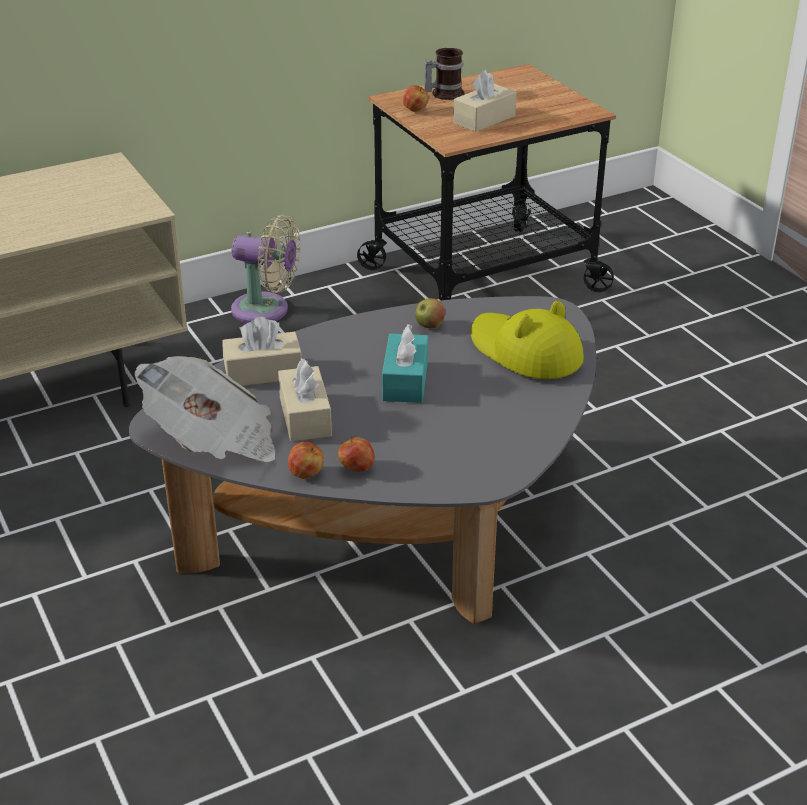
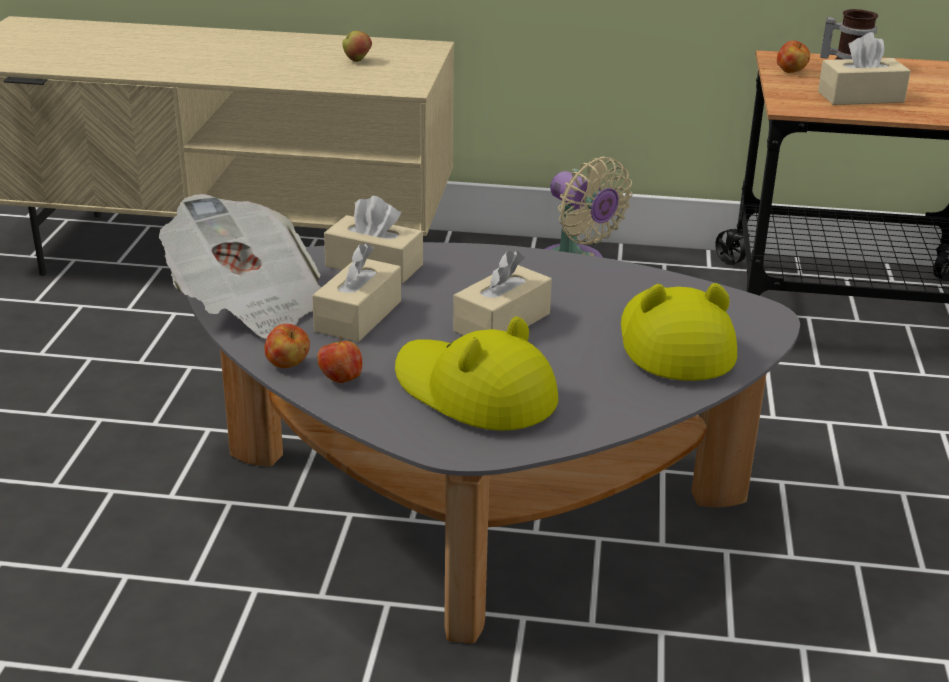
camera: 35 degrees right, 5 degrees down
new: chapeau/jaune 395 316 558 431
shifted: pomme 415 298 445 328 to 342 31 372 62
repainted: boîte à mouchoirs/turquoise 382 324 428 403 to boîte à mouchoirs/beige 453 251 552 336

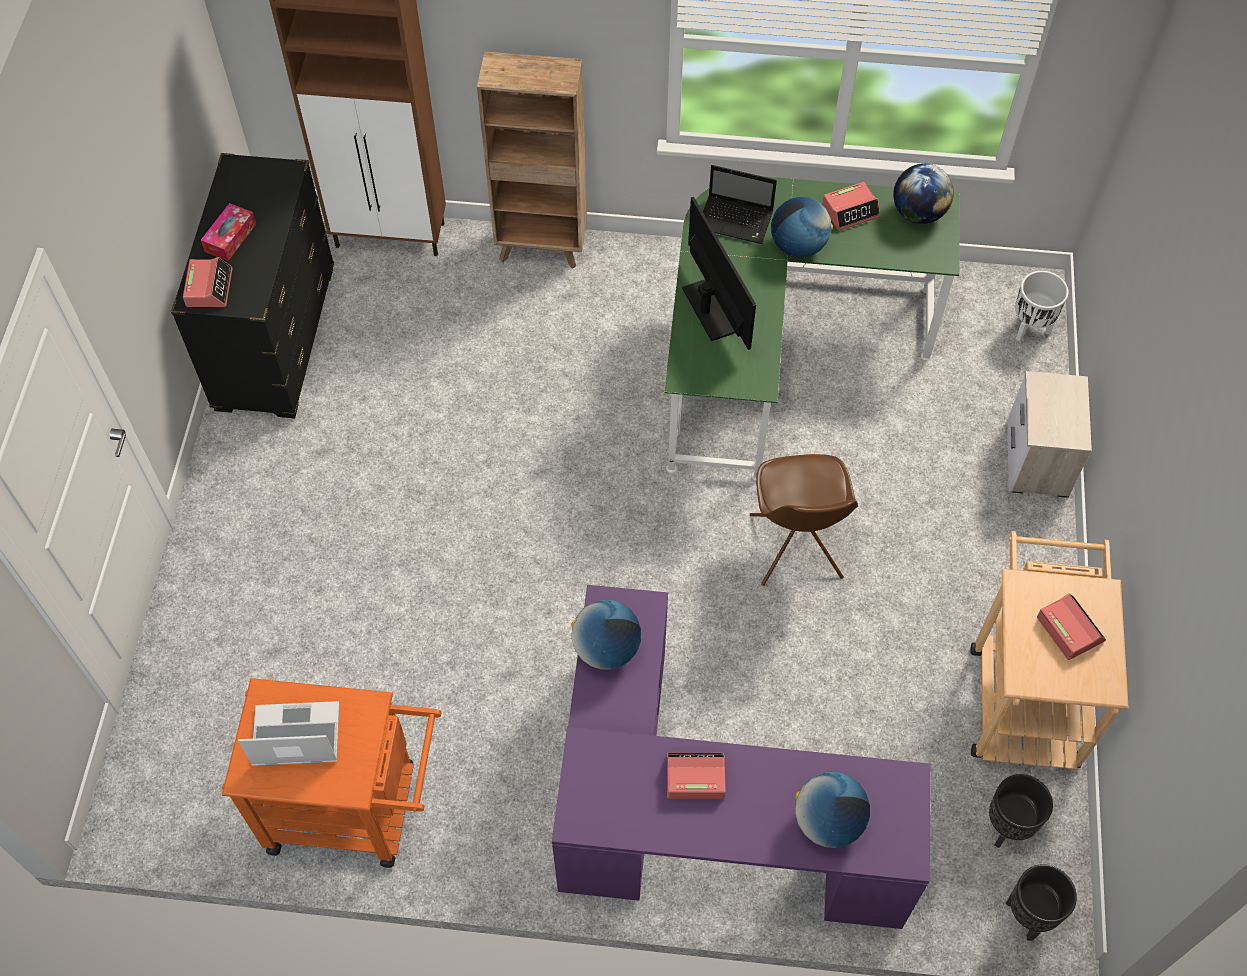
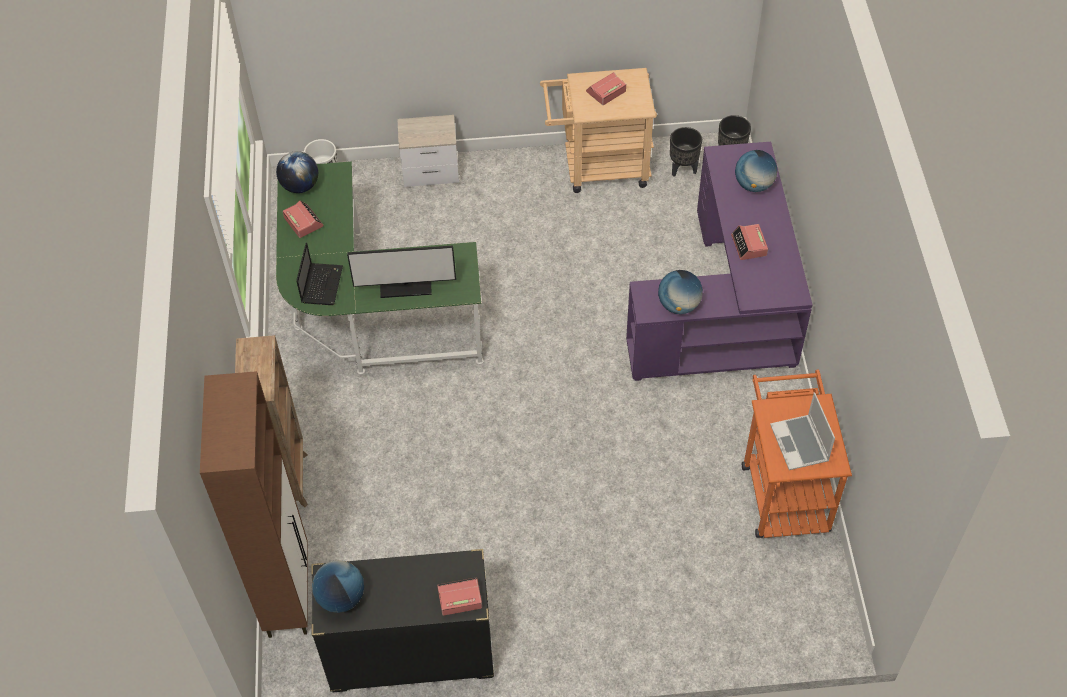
camera: 100 degrees left, 5 degrees down
gone: boîte à mouchoirs 201 203 256 261; chaise/marron 750 454 858 586
shifted: globe 771 197 833 258 to 312 560 364 613
rotated: écran d'ordinateur 682 196 756 350 = 347 245 456 298 150 degrees counterclockwise

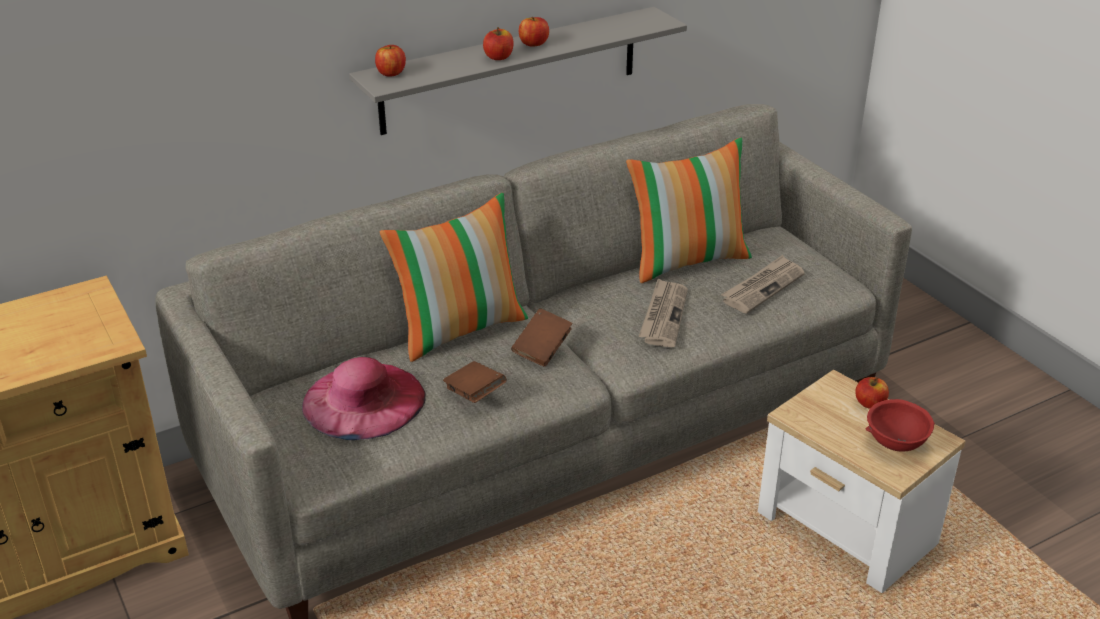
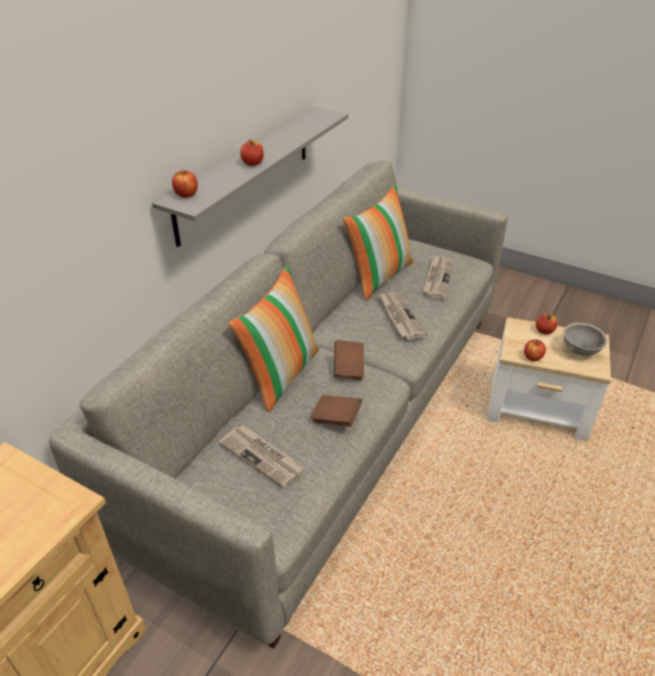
camera: 30 degrees left, 5 degrees up
shifted: pomme 519 17 549 47 to 524 340 546 361
swapped: chapeau/rose 302 357 426 440 to journal 219 425 305 488
repainted: bol/rouge 866 399 935 452 to bol/gris 563 323 607 356

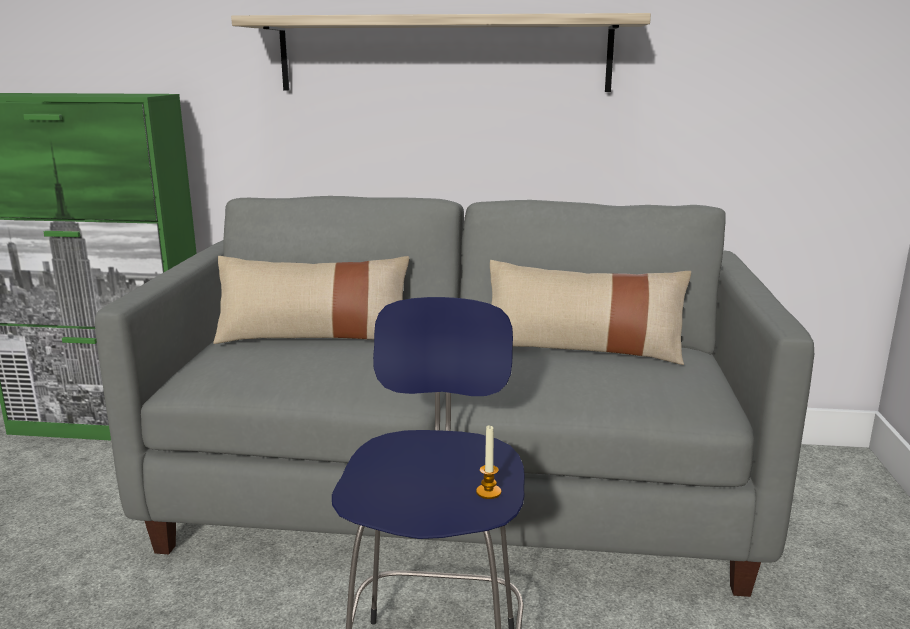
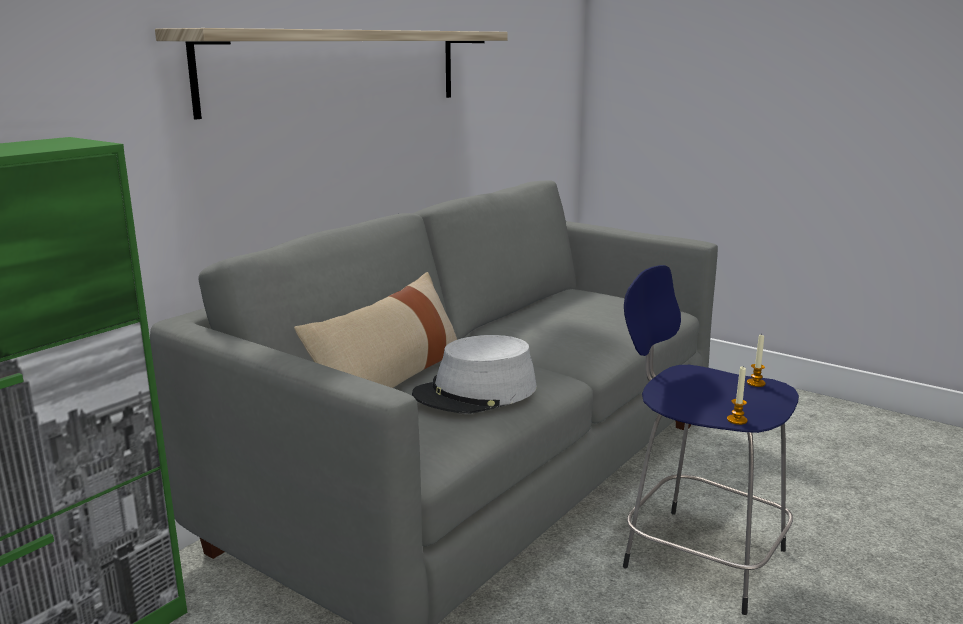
camera: 60 degrees left, 0 degrees up
gone: coussin/beige 490 260 691 365
new: chapeau/gris 412 335 537 414; bougie 727 367 748 425

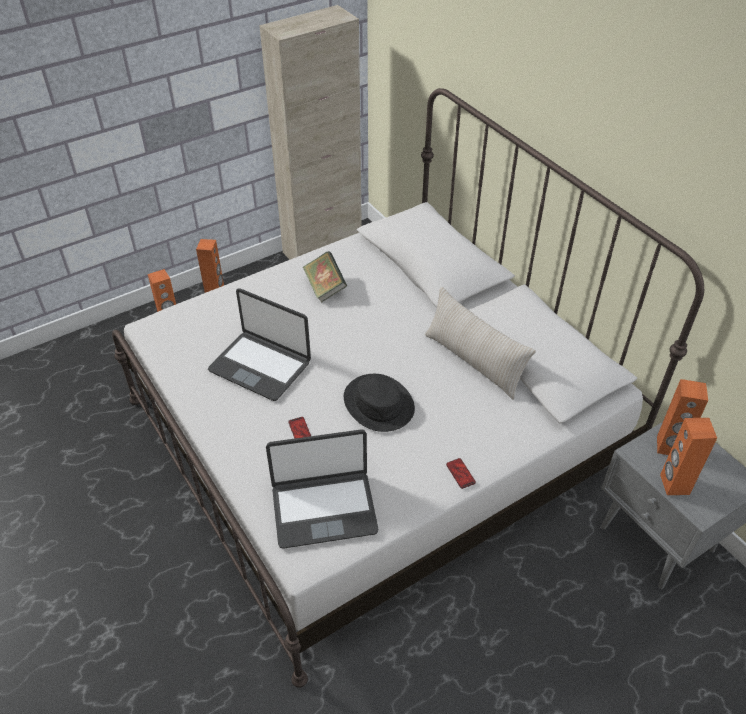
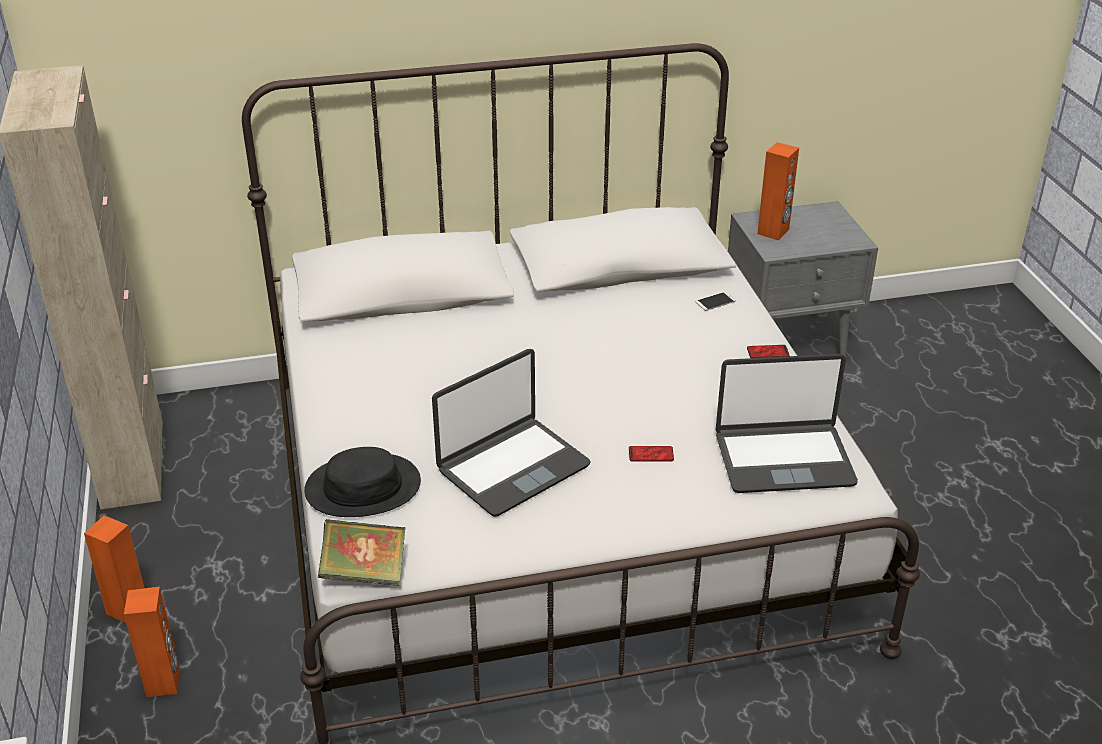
camera: 70 degrees left, 10 degrees down
gone: coussin/beige 425 287 536 400; enceinte/orange 660 418 717 495
new: téléphone 696 292 736 311
shifted: livre 303 251 347 303 to 318 519 406 586; chapeau/noir 344 374 415 432 to 304 447 421 517
rotated: ordinateur portable 266 429 378 549 = 715 354 858 493 75 degrees clockwise

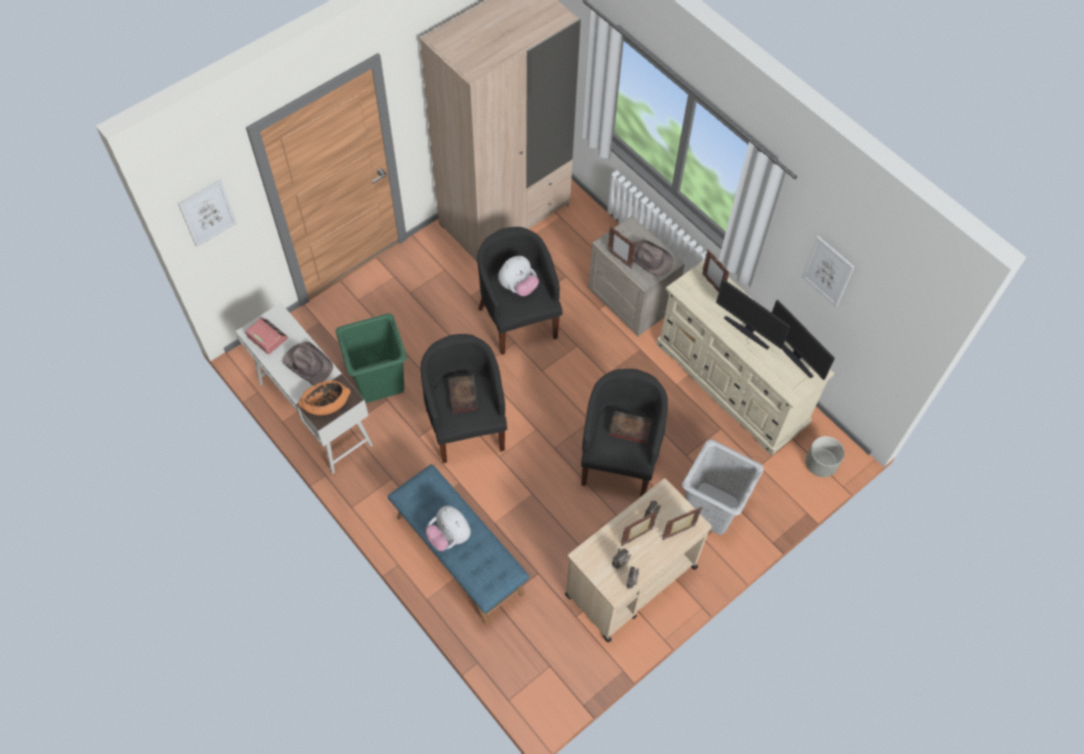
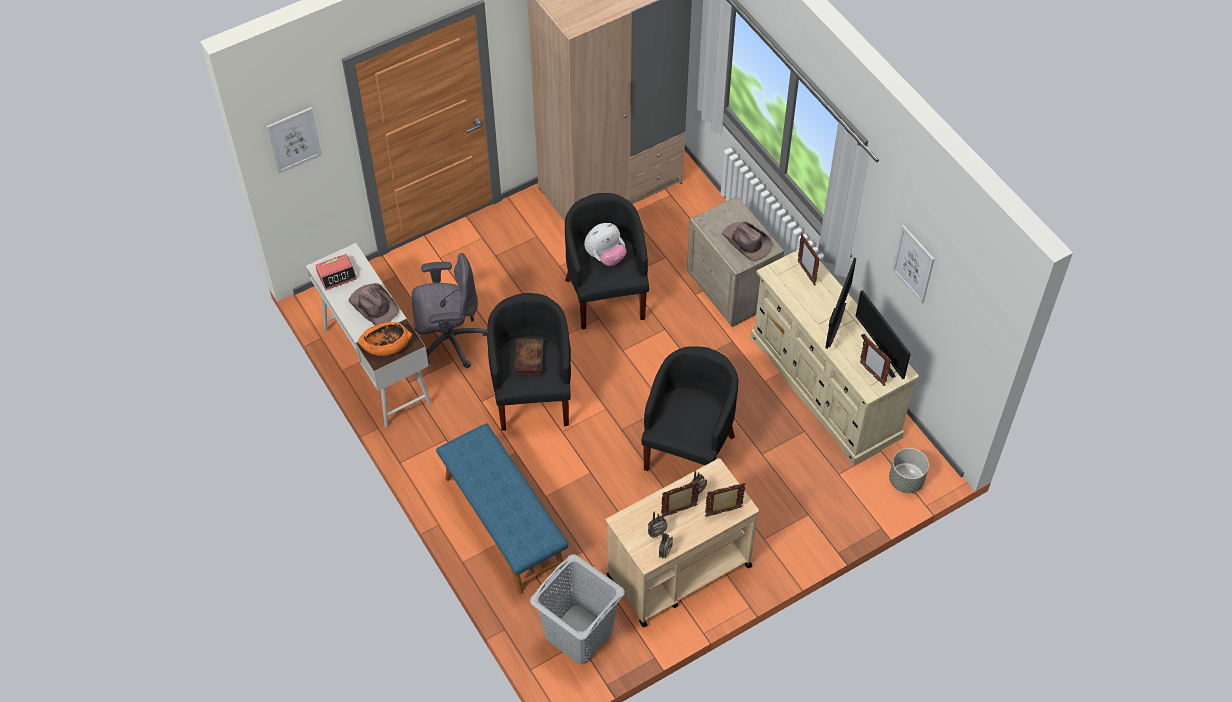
camera: 10 degrees right, 5 degrees down
gone: livre 608 411 652 444; peluche 425 506 471 551
shifted: cadre photo 608 226 635 269 to 860 336 891 386; panier à linge/gris 682 439 764 535 to 530 554 625 665
swapped: panier à linge/vert 335 313 407 403 to chaise de bureau/gris 412 253 487 368
rotated: écran d'ordinateur 716 279 790 349 = 825 258 856 349 120 degrees counterclockwise; réveil 245 317 288 355 = 315 254 357 290 105 degrees clockwise

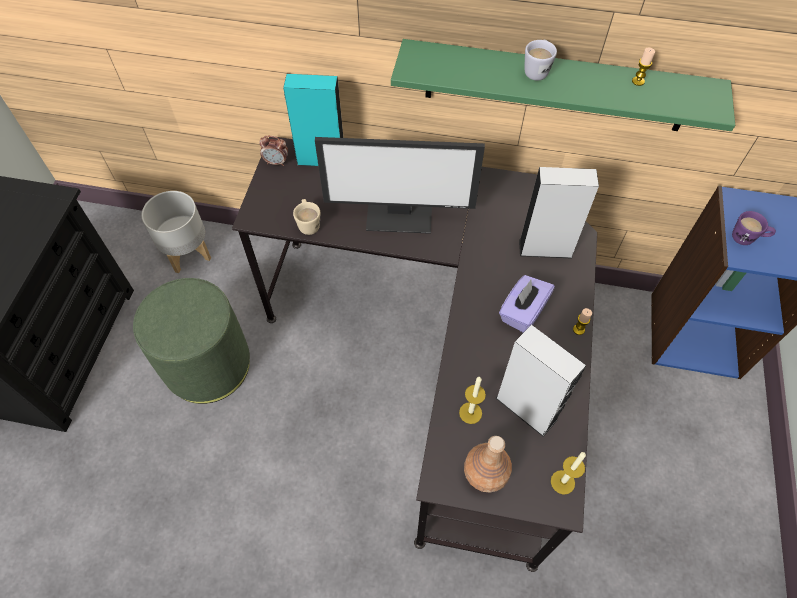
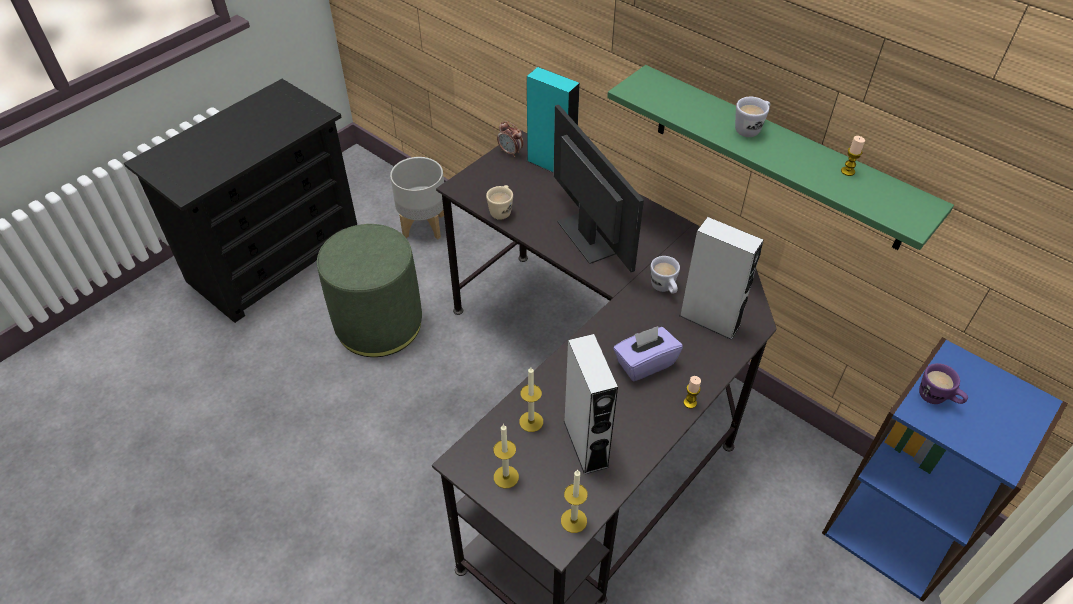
camera: 30 degrees right, 10 degrees down
new: mug/blanc 651 256 680 294
swapped: bouteille/marron 464 436 512 493 to bougie 494 424 519 488
rotated: écran d'ordinateur 315 137 485 234 = 554 105 644 272 150 degrees counterclockwise

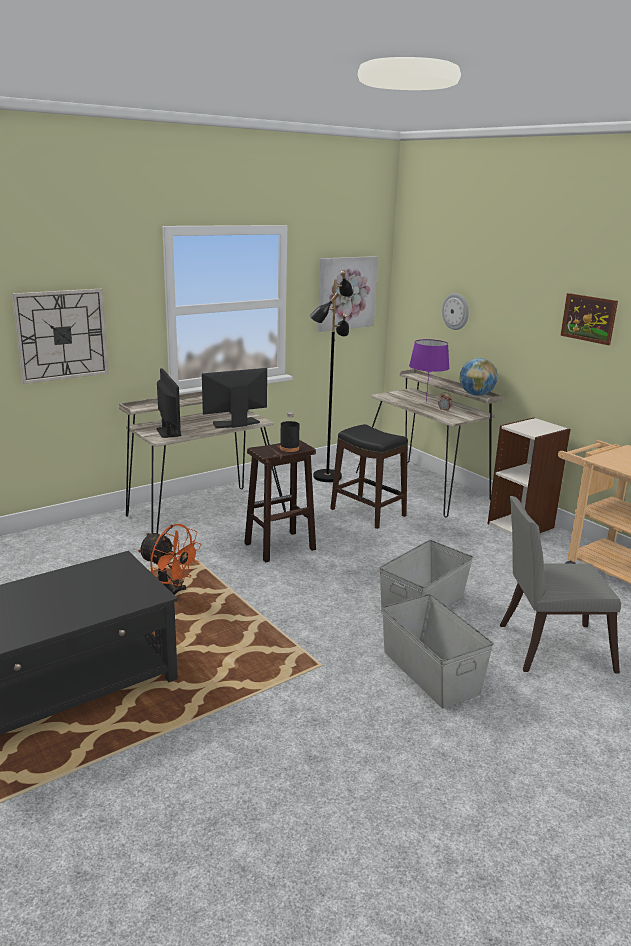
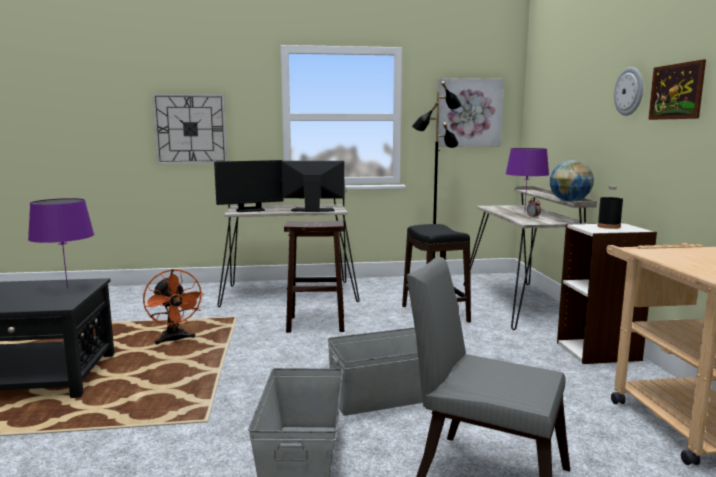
camera: 30 degrees right, 10 degrees down
new: lampe de table/violet 28 198 94 288
shifted: horloge murale 442 293 469 330 to 614 67 643 116; bouteille/noir 280 412 299 452 to 597 186 623 229
rotated: écran d'ordinateur 157 368 181 438 = 214 160 284 212 60 degrees clockwise

